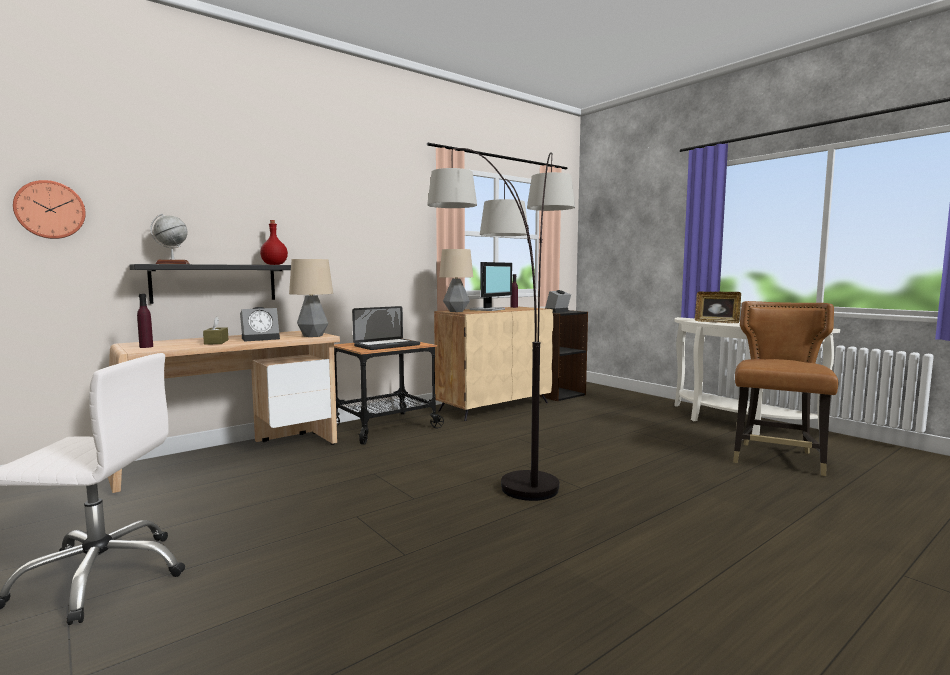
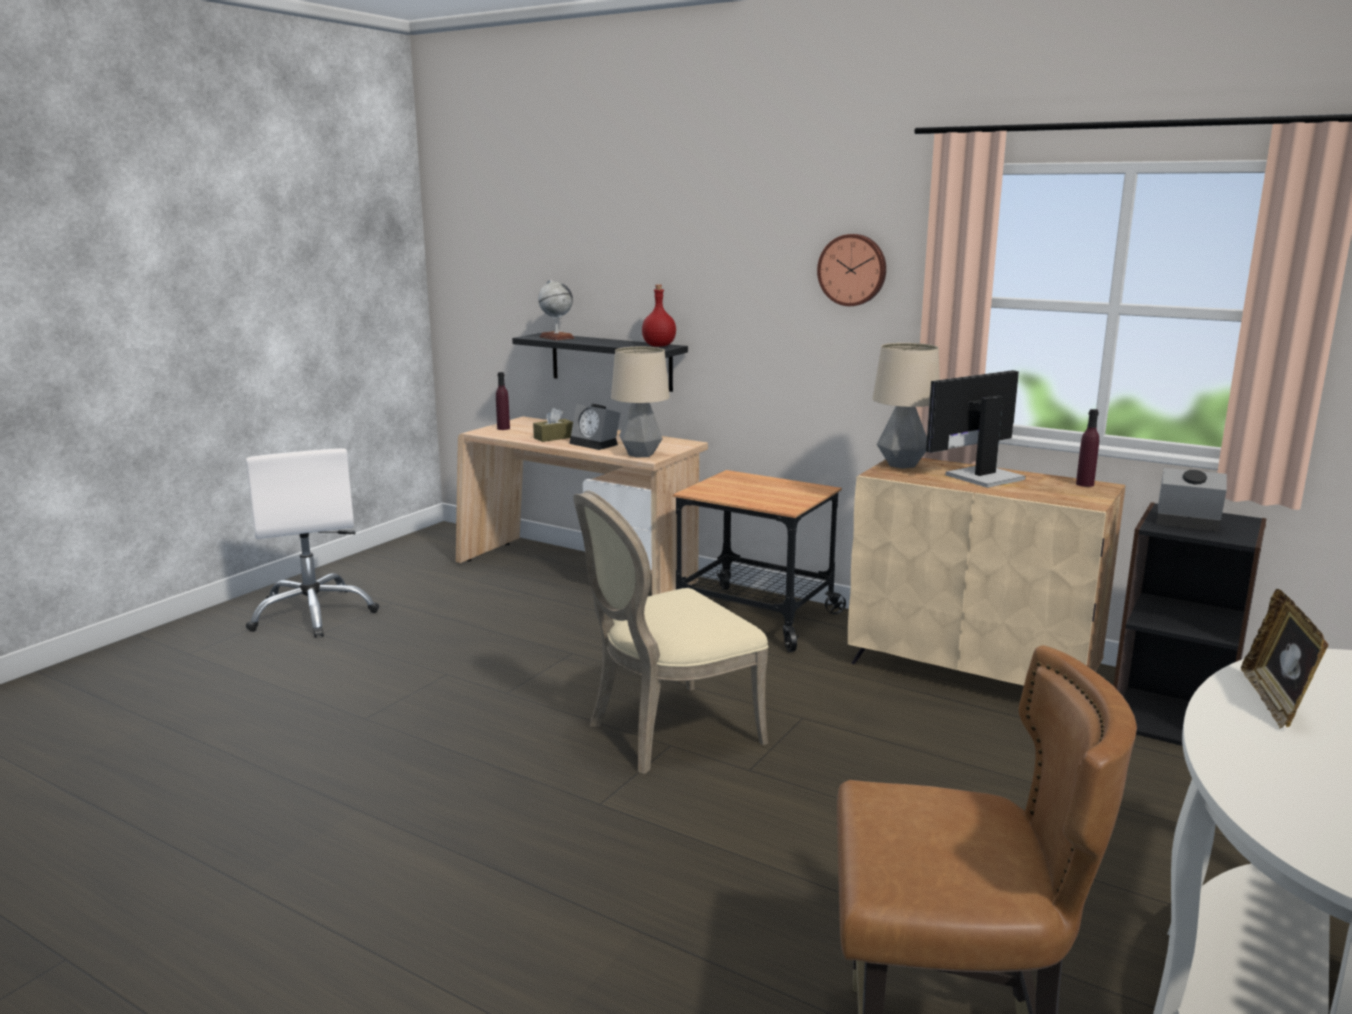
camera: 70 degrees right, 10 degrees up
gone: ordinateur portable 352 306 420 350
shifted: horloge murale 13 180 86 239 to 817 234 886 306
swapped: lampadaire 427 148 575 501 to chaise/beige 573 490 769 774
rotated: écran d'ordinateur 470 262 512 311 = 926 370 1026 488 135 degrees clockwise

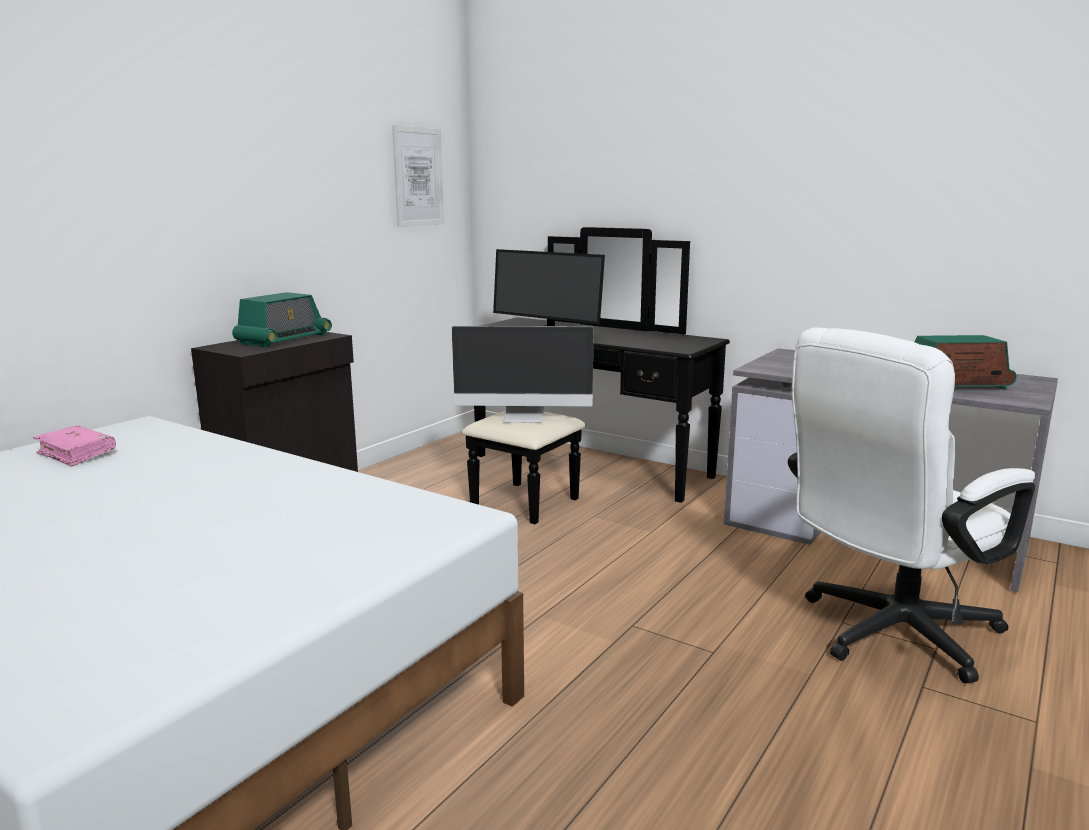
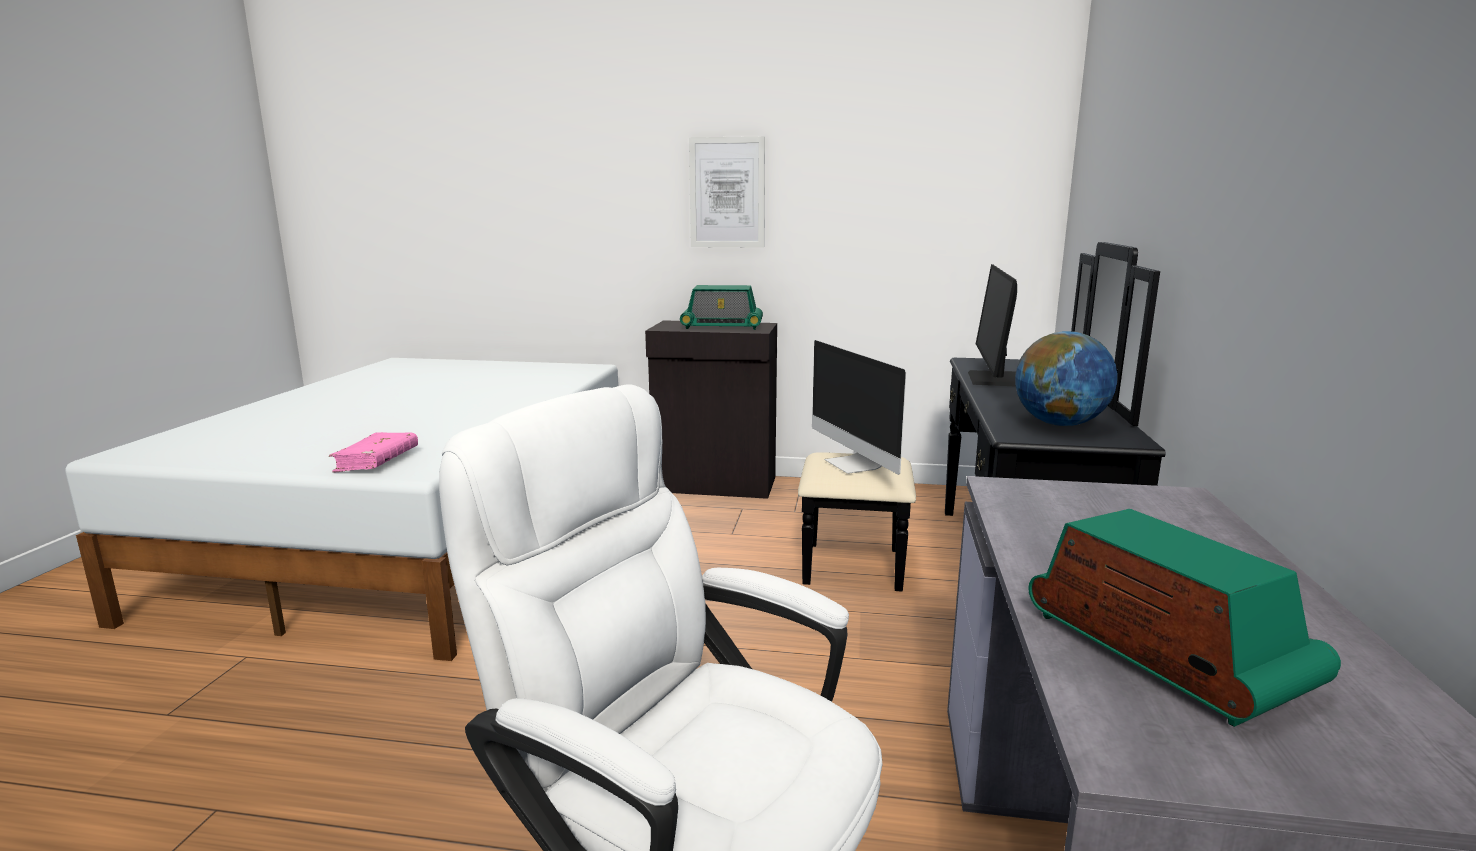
camera: 65 degrees right, 0 degrees up
new: globe 1015 331 1118 426
shifted: tableau 392 125 444 227 to 689 136 765 248; livre/rose 33 425 116 467 to 329 432 418 472

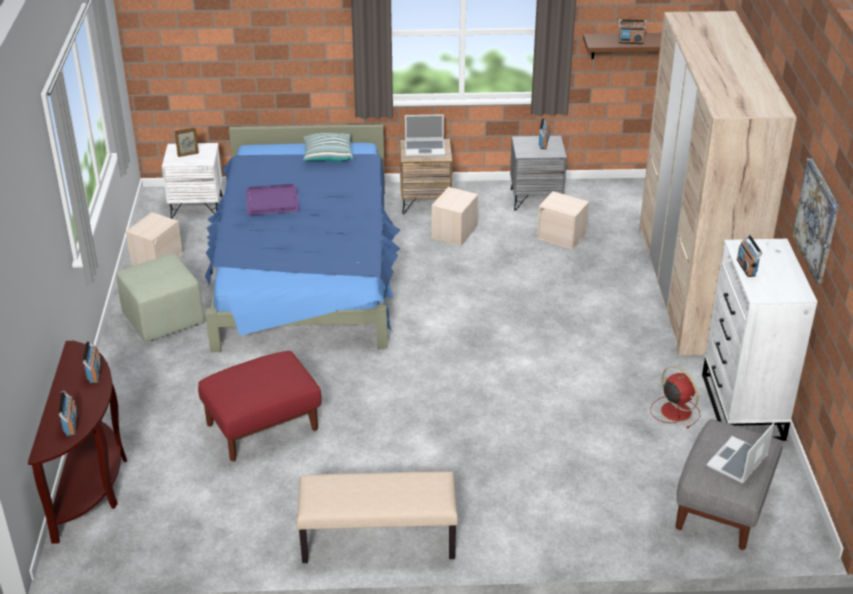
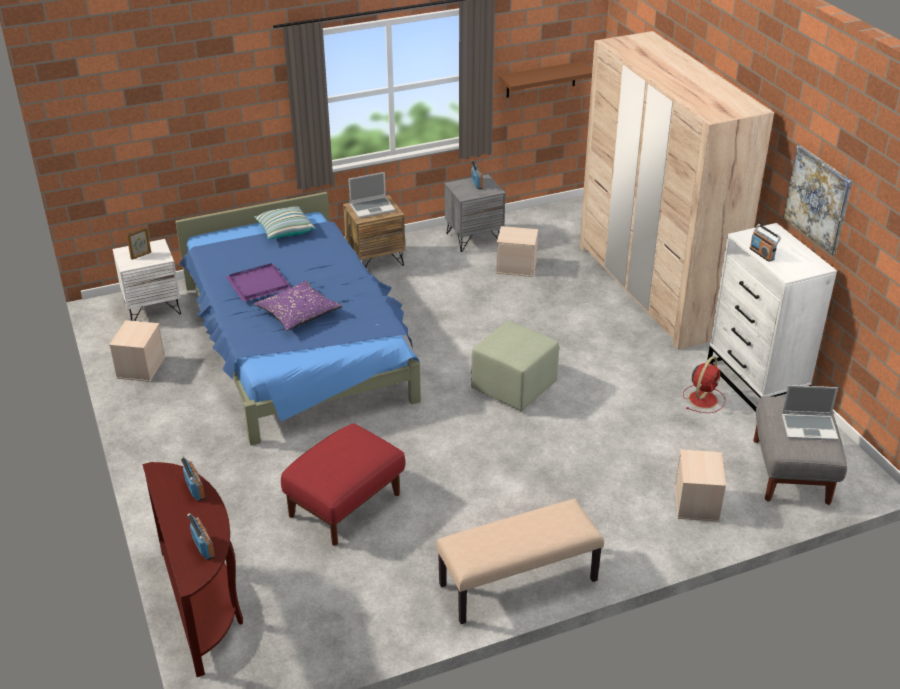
camera: 20 degrees left, 0 degrees up
gone: radio 618 19 647 44
new: coussin/violet 253 281 343 331
shifted: boîte de rangement/beige 431 187 478 246 to 675 450 726 522; pouf/vert 116 254 204 343 to 471 321 559 411
rotated: ventilateur/rouge 650 366 700 428 = 683 356 726 413 90 degrees clockwise; ordinateur portable 706 423 774 484 = 782 385 838 441 105 degrees counterclockwise

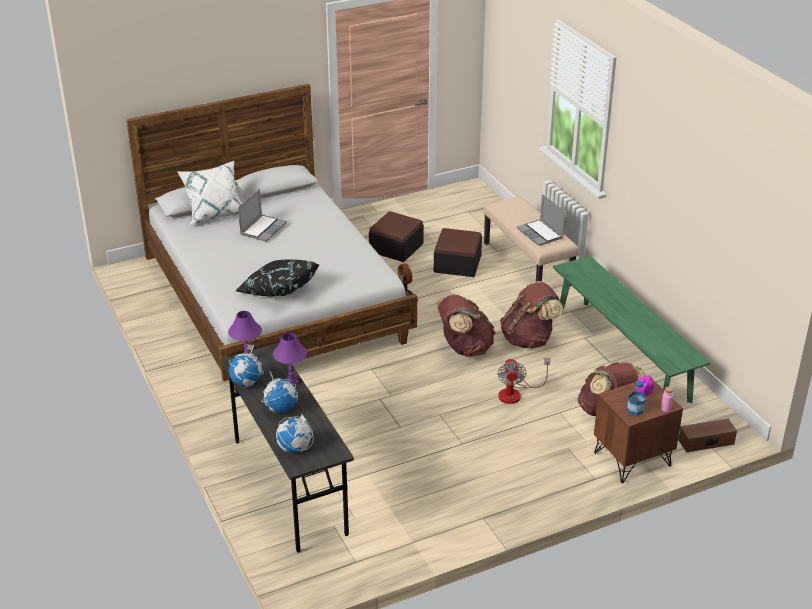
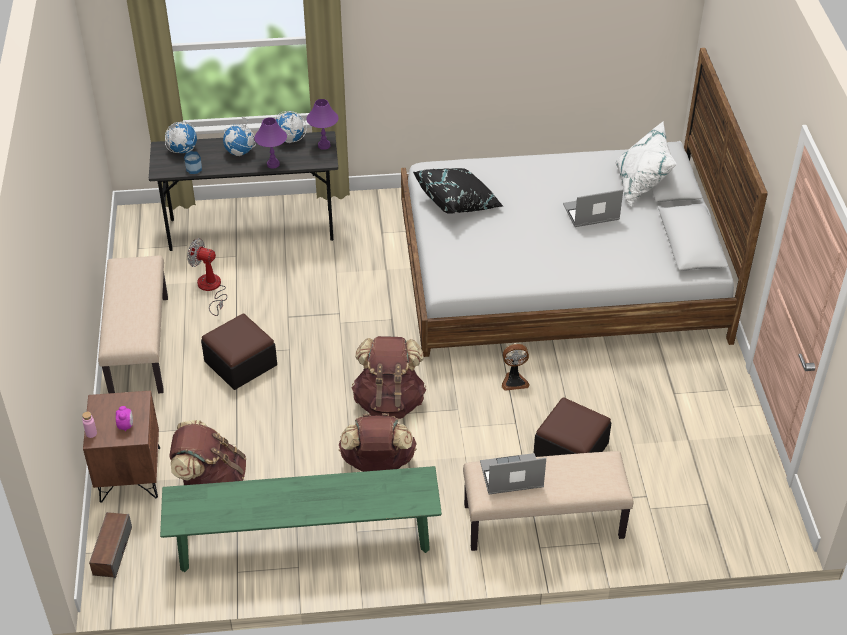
camera: 110 degrees right, 10 degrees up
new: banc/beige 98 255 168 393
shifted: pouf 369 211 424 262 to 201 314 277 390; ventilateur 498 358 550 404 to 187 238 227 316; bouteille 627 381 645 416 to 184 140 202 174
rotated: ordinateur portable 238 189 287 242 = 563 189 623 227 120 degrees clockwise

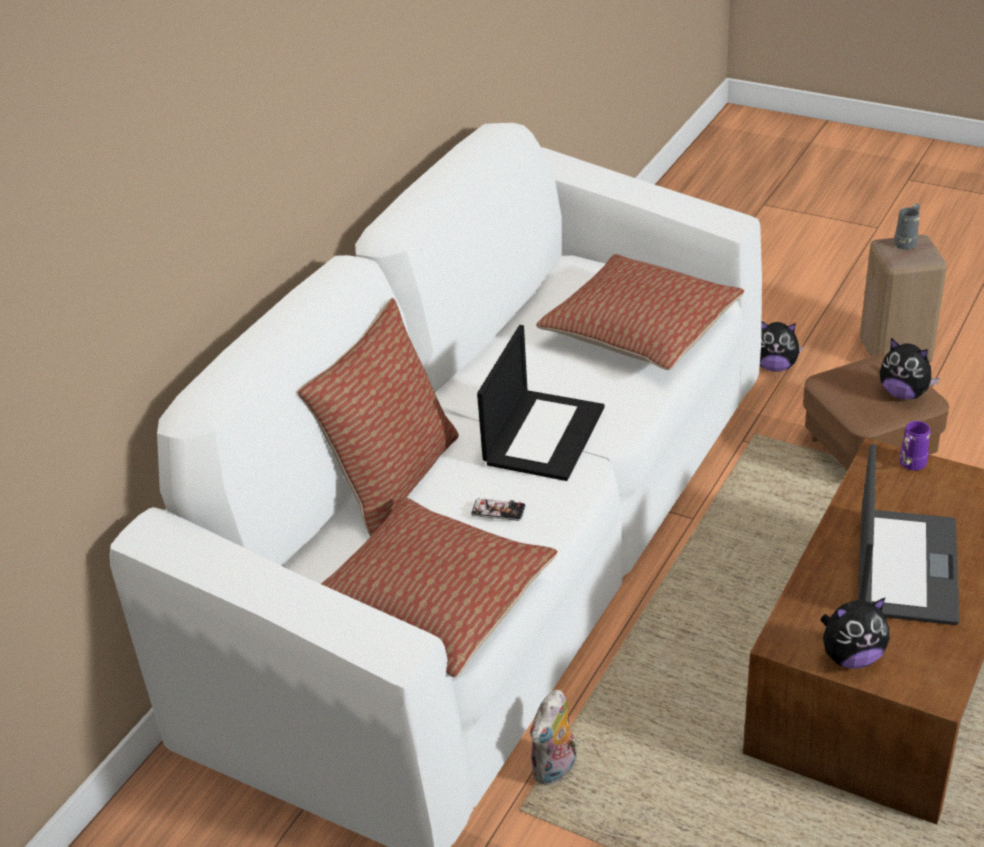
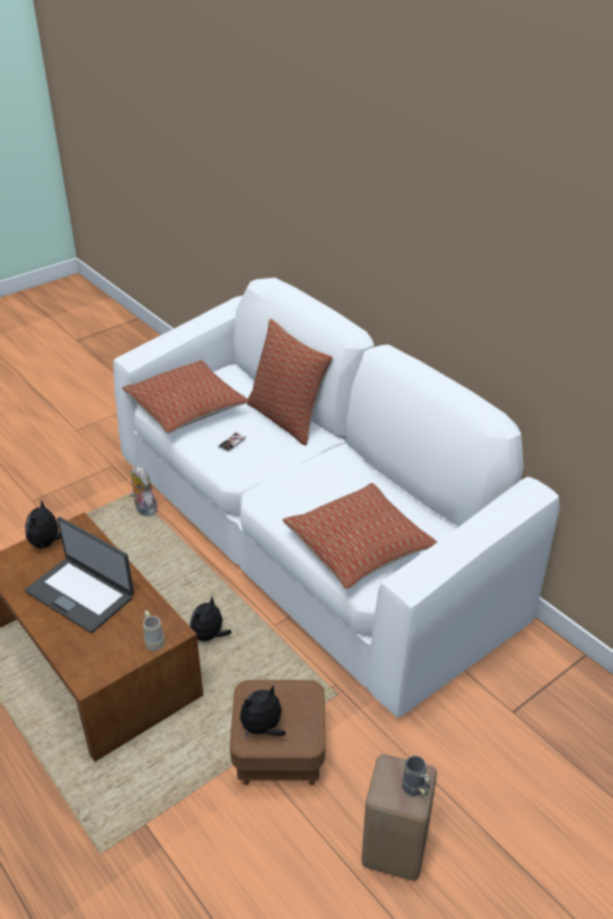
camera: 110 degrees right, 0 degrees up
gone: ordinateur portable 477 325 604 481
shifted: peluche 760 322 804 372 to 190 597 232 643
repainted: mug/violet 899 421 930 471 to mug/beige 143 610 165 651

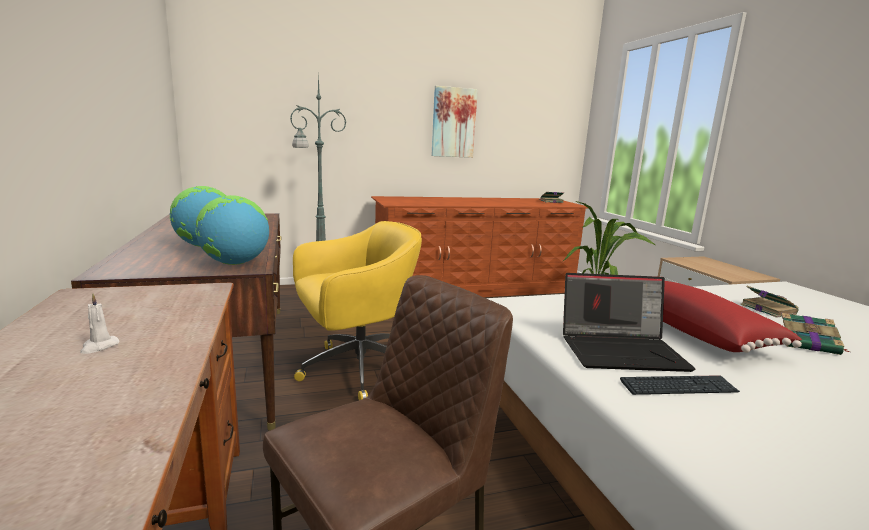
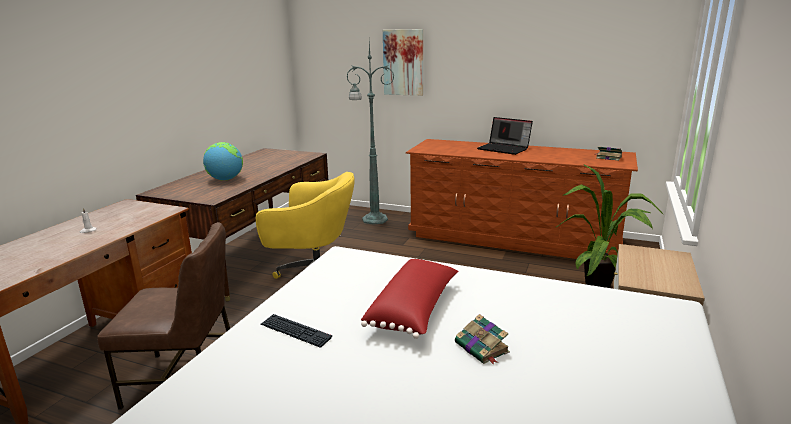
camera: 40 degrees right, 5 degrees up
gone: globe 196 195 269 265; livre 740 286 799 318
shifted: tableau 431 86 478 158 to 383 29 423 96; ordinateur portable 563 273 695 372 to 477 117 533 155

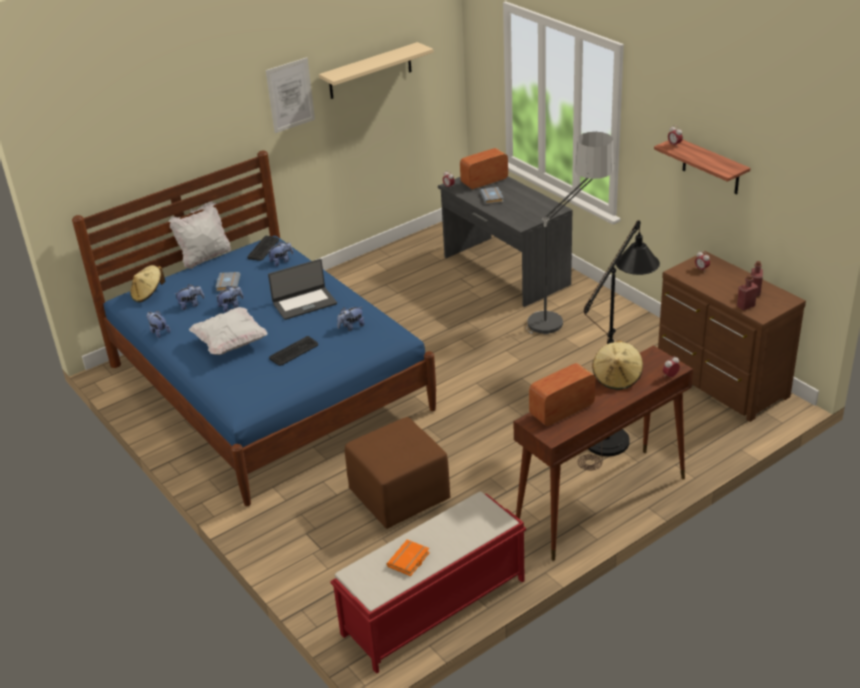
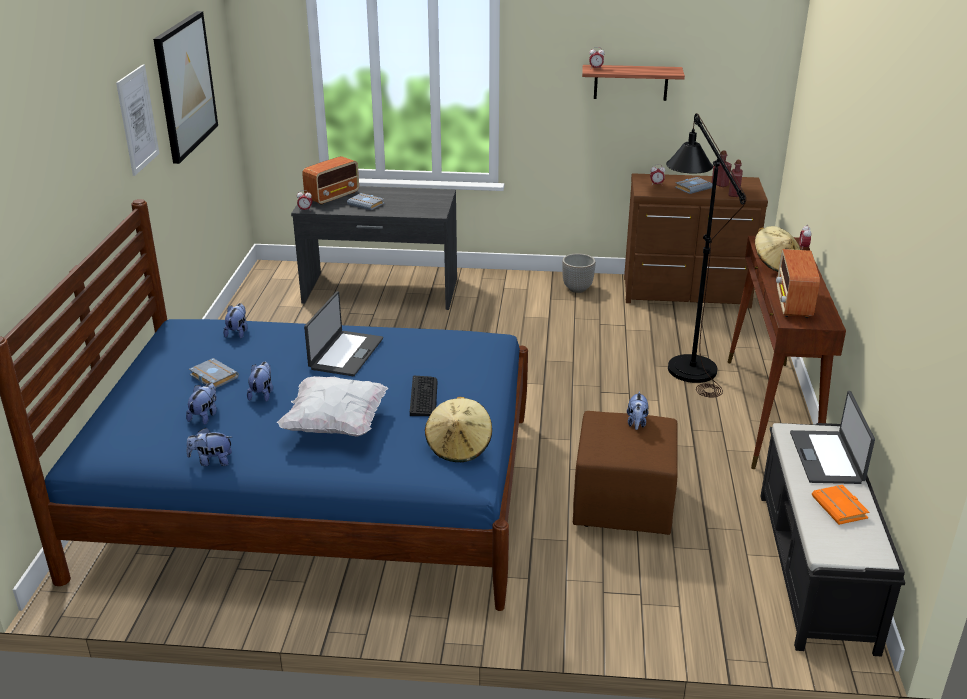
camera: 50 degrees left, 5 degrees down
gone: lampadaire 526 132 614 334; coussin/blanc 168 201 231 269; clavier 247 236 279 261
new: livre/gris 675 177 713 194; cache-pot 562 253 596 293; ordinateur portable 790 391 875 484
shifted: chapeau/beige 130 265 165 302 to 425 397 492 462; peluche 337 307 365 331 to 627 391 649 430
swapped: étagère/beige 319 42 433 99 to tableau 153 11 218 164
repainted: banc/rouge 330 492 526 674 to banc/noir 760 423 905 657
rotated: radio 460 148 508 190 = 302 156 359 205 150 degrees counterclockwise

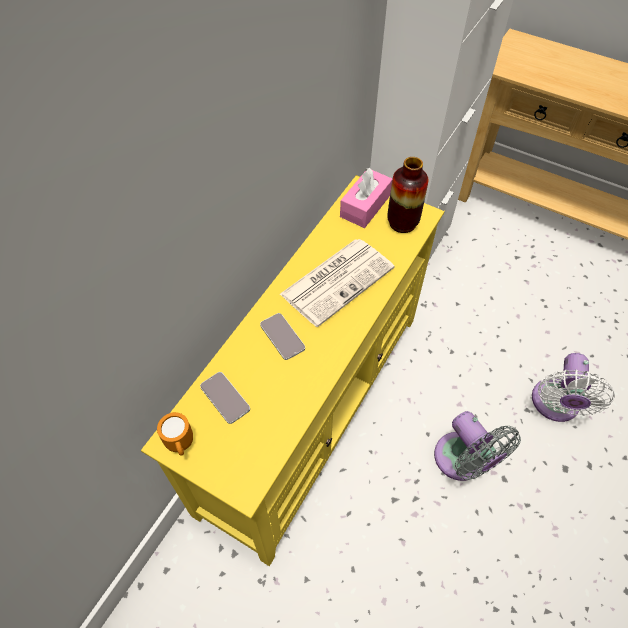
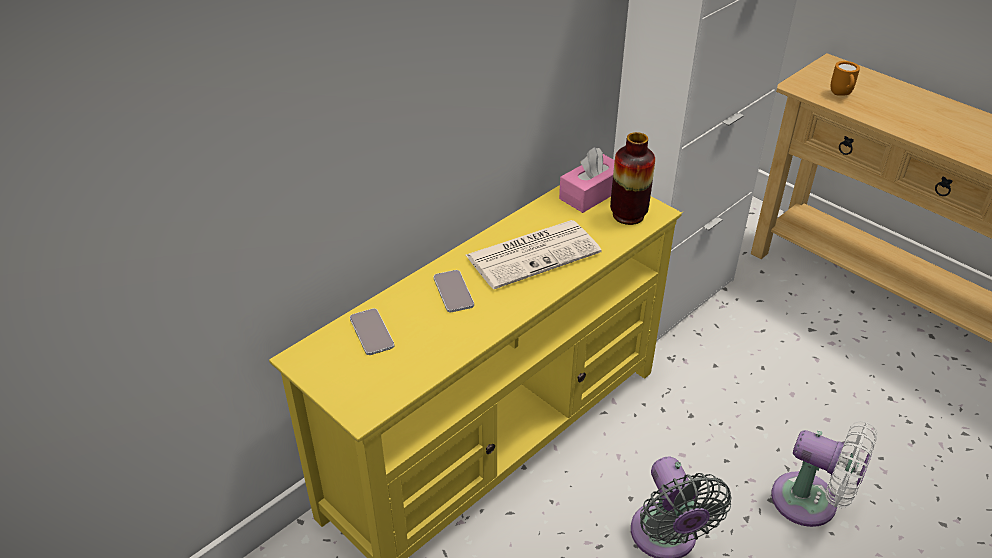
camera: 15 degrees right, 15 degrees down
shifted: mug/orange 157 412 193 456 to 831 61 860 96
rotated: ventilateur/blanc 532 353 615 422 = 771 421 877 527 90 degrees counterclockwise

